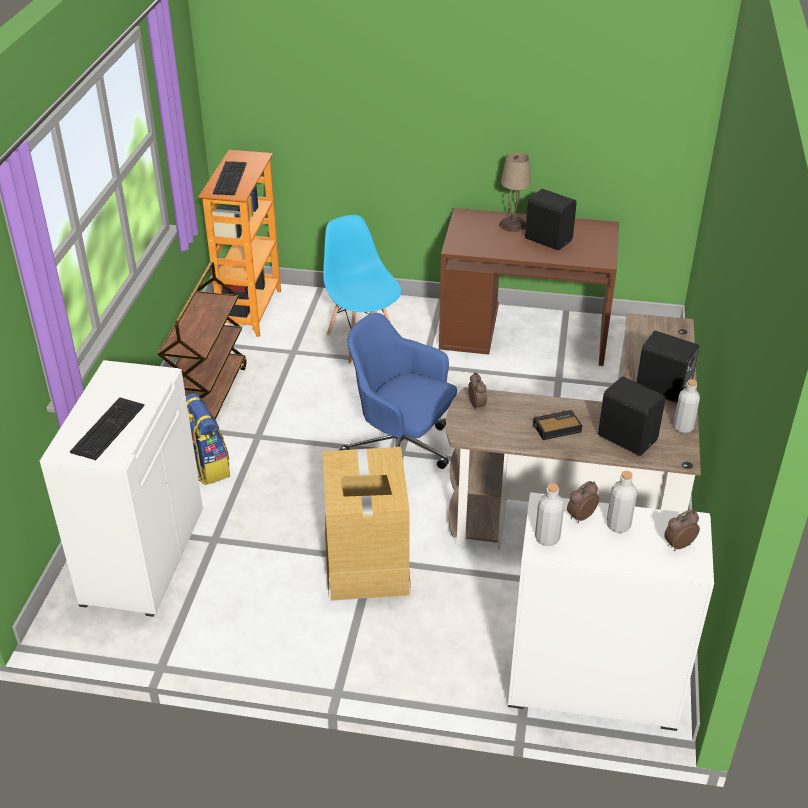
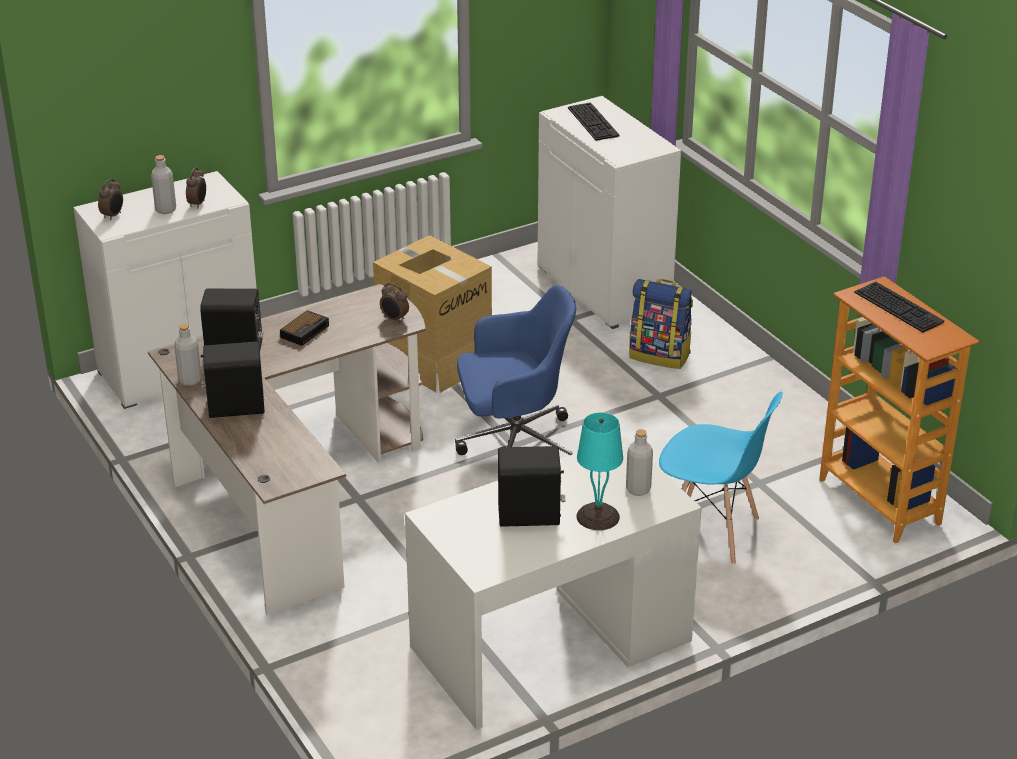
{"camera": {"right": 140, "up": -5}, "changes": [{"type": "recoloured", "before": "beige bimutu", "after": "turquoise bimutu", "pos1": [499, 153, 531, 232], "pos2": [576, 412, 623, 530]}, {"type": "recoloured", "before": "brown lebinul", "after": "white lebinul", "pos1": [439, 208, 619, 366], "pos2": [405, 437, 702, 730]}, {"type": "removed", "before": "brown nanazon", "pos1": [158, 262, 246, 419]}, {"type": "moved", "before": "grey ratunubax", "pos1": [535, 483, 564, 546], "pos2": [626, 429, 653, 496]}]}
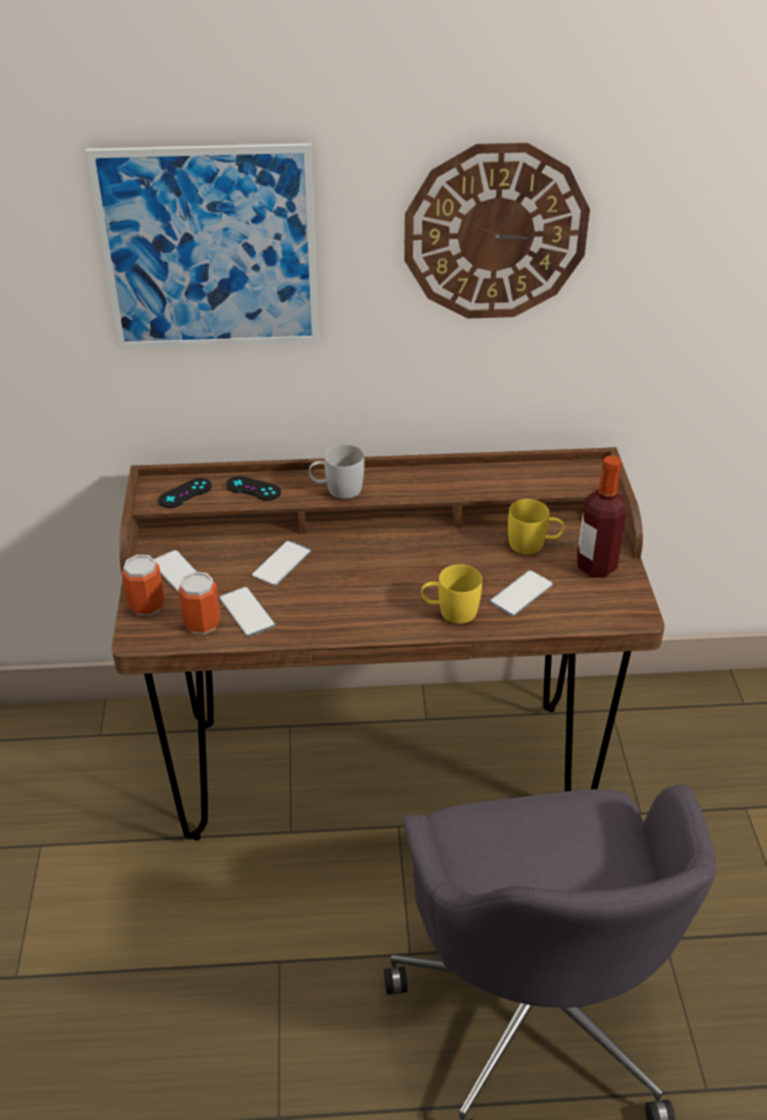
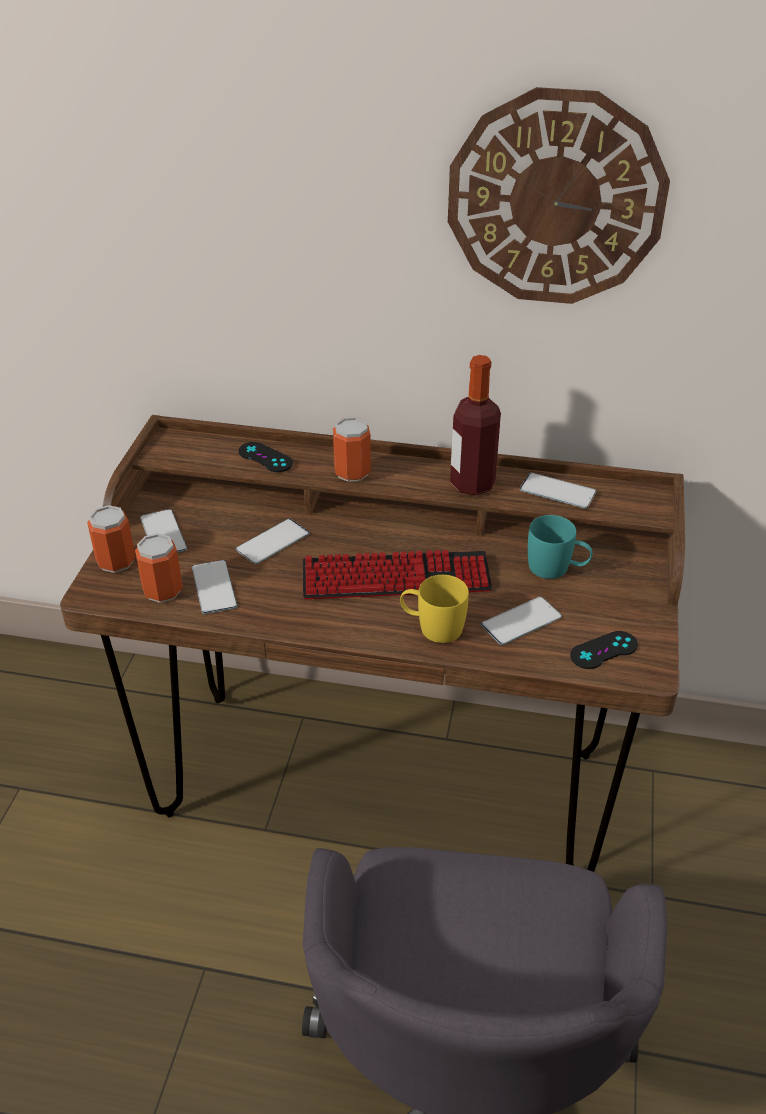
{"camera": {"right": 15, "up": 0}, "changes": [{"type": "removed", "before": "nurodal", "pos1": [86, 143, 319, 349]}, {"type": "replaced", "before": "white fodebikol", "after": "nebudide", "pos1": [309, 444, 364, 499], "pos2": [333, 417, 371, 482]}, {"type": "moved", "before": "ratunubax", "pos1": [577, 455, 627, 577], "pos2": [450, 355, 501, 495]}, {"type": "moved", "before": "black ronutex", "pos1": [158, 478, 212, 508], "pos2": [570, 631, 638, 669]}, {"type": "recoloured", "before": "yellow fodebikol", "after": "turquoise fodebikol", "pos1": [508, 499, 564, 554], "pos2": [528, 515, 592, 579]}, {"type": "added", "after": "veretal", "pos2": [520, 473, 596, 508]}, {"type": "added", "after": "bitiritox", "pos2": [303, 550, 492, 599]}]}
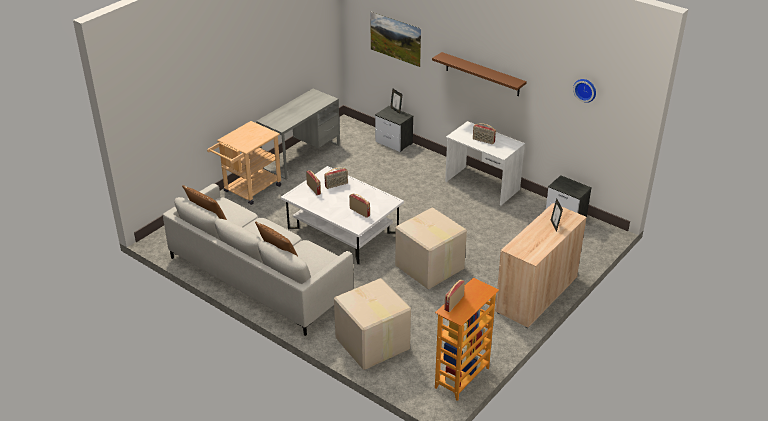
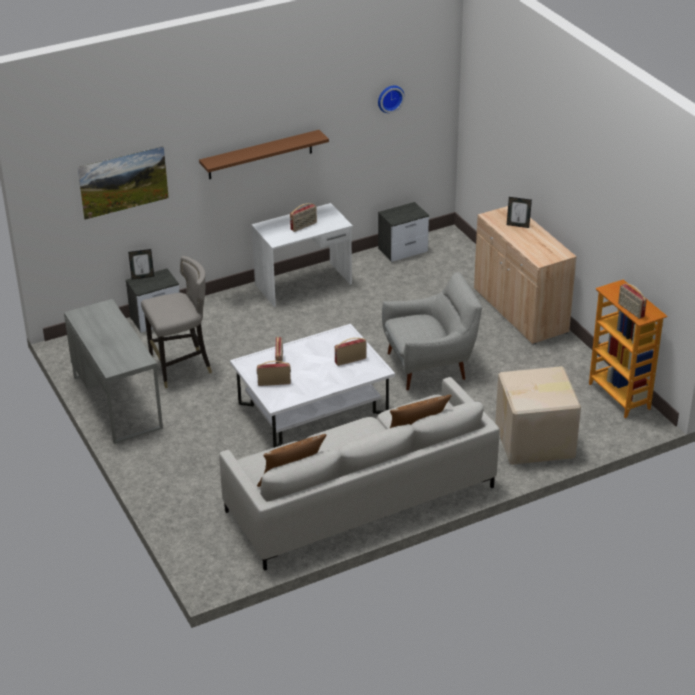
{"camera": {"right": -65, "up": 0}, "changes": [{"type": "removed", "before": "beige nanazon", "pos1": [207, 121, 281, 205]}, {"type": "replaced", "before": "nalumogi", "after": "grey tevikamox", "pos1": [395, 207, 467, 289], "pos2": [382, 272, 482, 390]}, {"type": "added", "after": "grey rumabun", "pos2": [141, 256, 212, 388]}]}
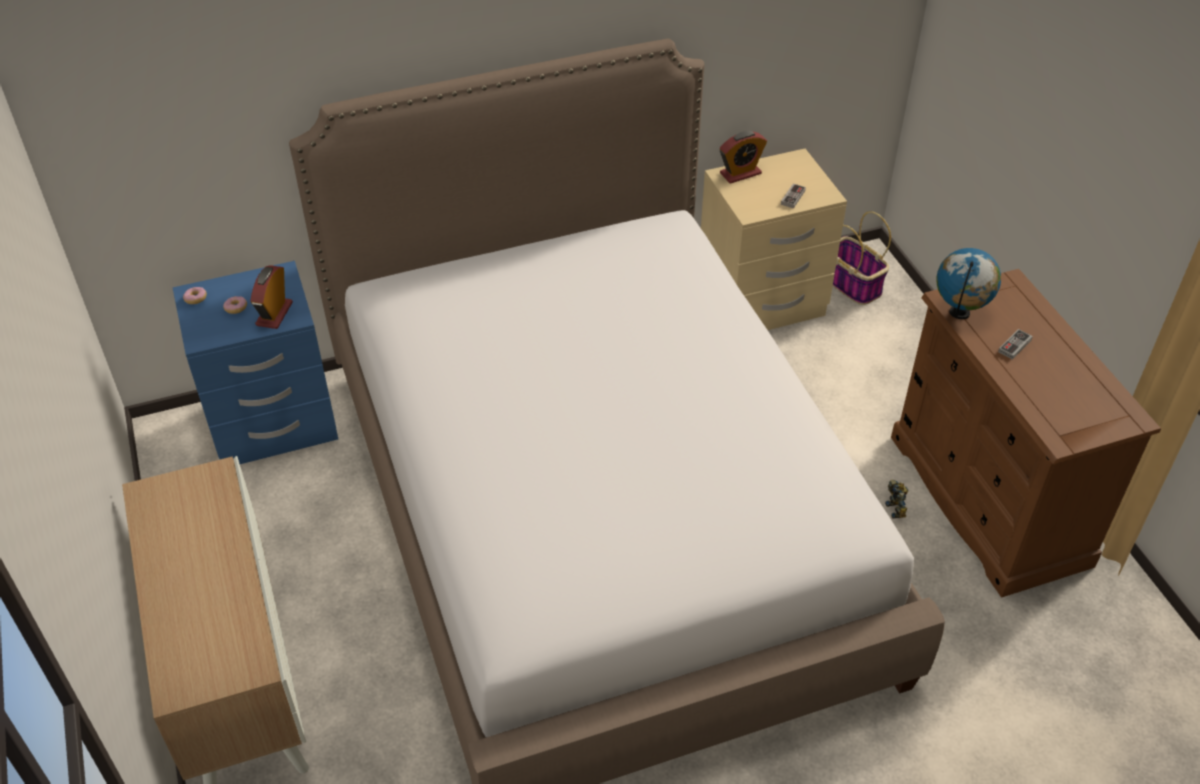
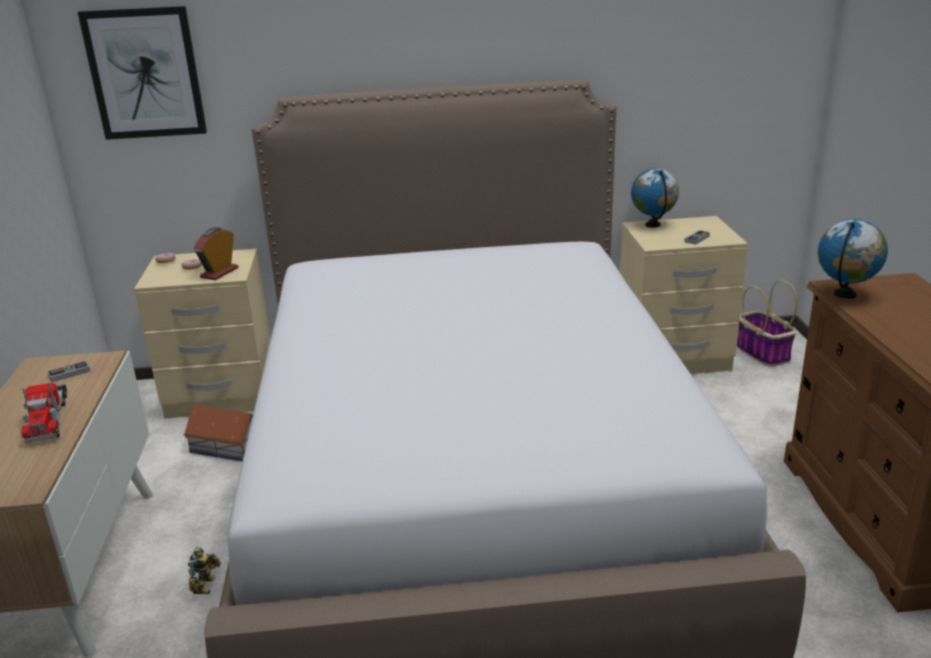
{"camera": {"right": 15, "up": -20}, "changes": [{"type": "replaced", "before": "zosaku", "after": "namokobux", "pos1": [720, 131, 767, 184], "pos2": [631, 169, 679, 228]}, {"type": "recoloured", "before": "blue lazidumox", "after": "beige lazidumox", "pos1": [173, 261, 338, 464], "pos2": [134, 249, 271, 419]}, {"type": "moved", "before": "ronutex", "pos1": [998, 329, 1033, 360], "pos2": [47, 361, 90, 383]}, {"type": "moved", "before": "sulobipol", "pos1": [885, 480, 908, 518], "pos2": [188, 547, 221, 594]}, {"type": "added", "after": "nurodal", "pos2": [78, 6, 207, 140]}, {"type": "added", "after": "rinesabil", "pos2": [21, 383, 68, 444]}, {"type": "added", "after": "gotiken", "pos2": [184, 405, 253, 462]}]}
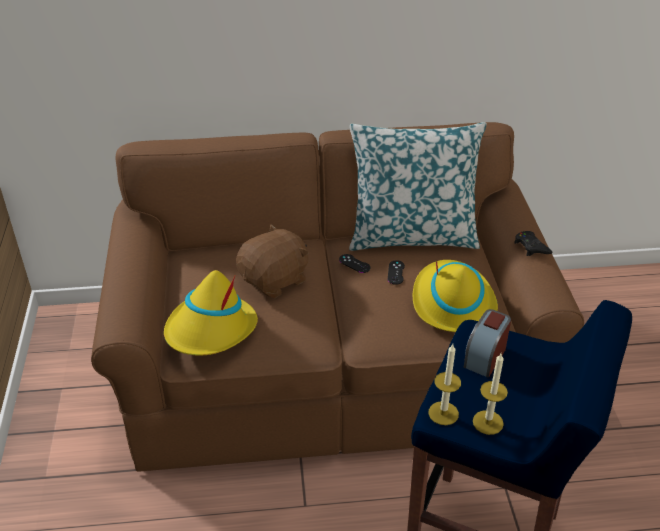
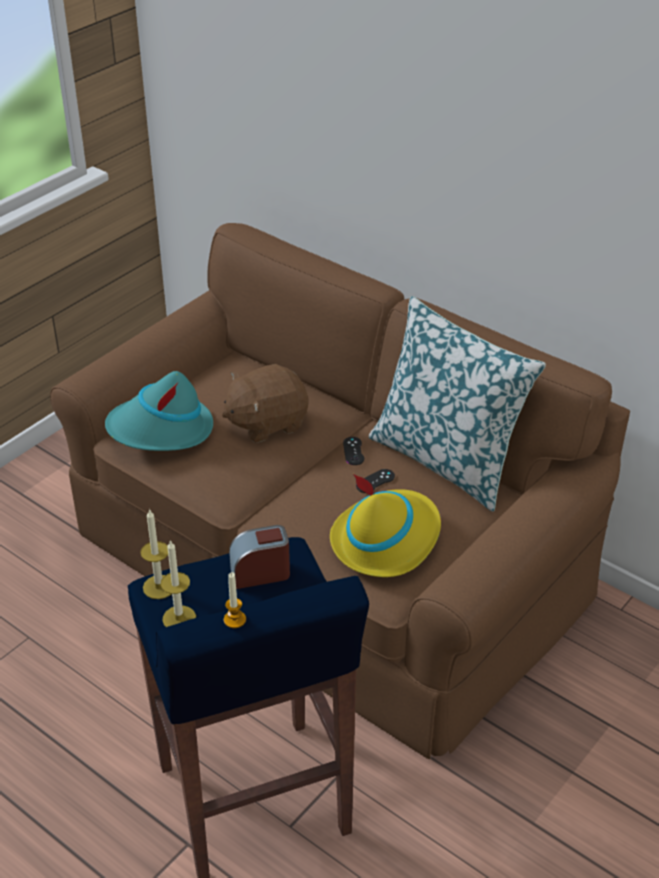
{"camera": {"right": 45, "up": 0}, "changes": [{"type": "turned", "before": "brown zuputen", "pos1": [236, 224, 309, 298], "pos2": [222, 364, 308, 443], "turn": 150}, {"type": "removed", "before": "black ronutex", "pos1": [514, 231, 553, 256]}, {"type": "recoloured", "before": "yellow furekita", "after": "turquoise furekita", "pos1": [164, 270, 258, 355], "pos2": [105, 371, 213, 451]}, {"type": "added", "after": "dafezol", "pos2": [224, 572, 246, 628]}]}
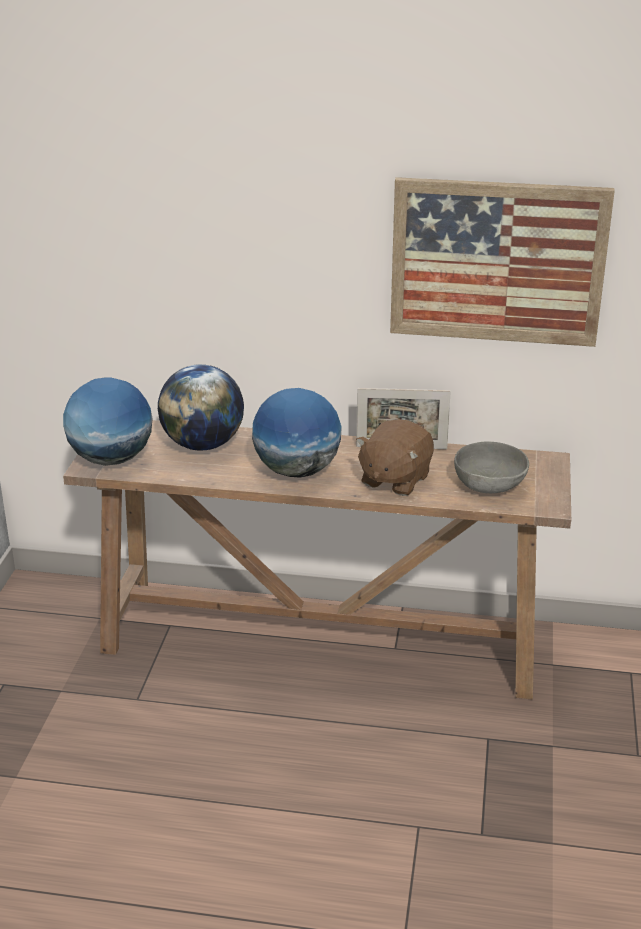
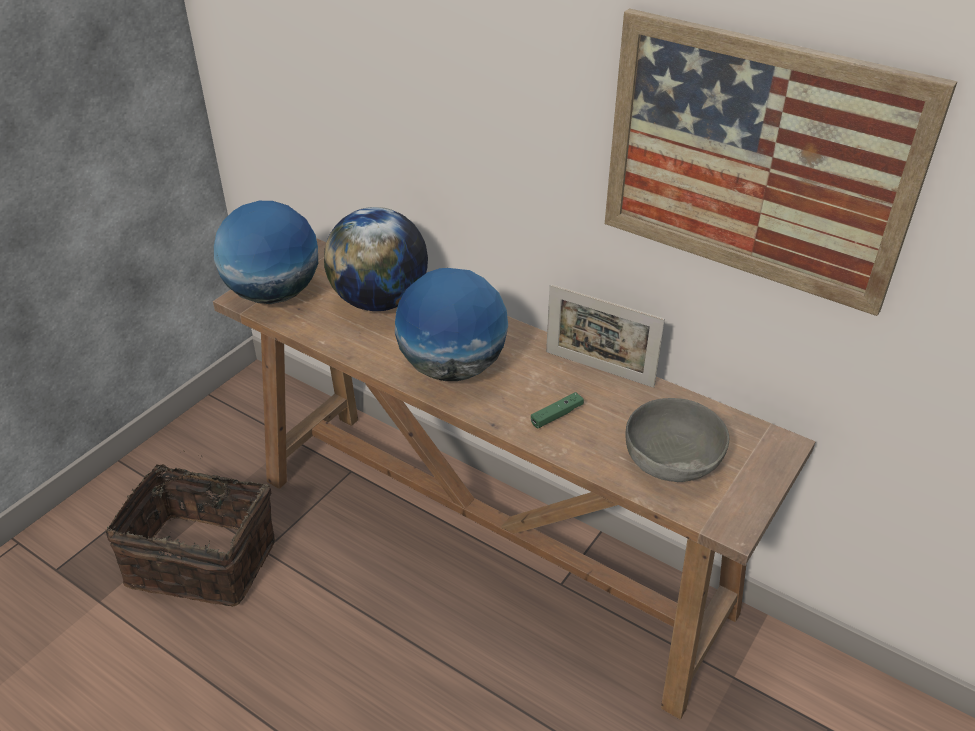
{"camera": {"right": 25, "up": 10}, "changes": [{"type": "replaced", "before": "brown zuputen", "after": "green ronutex", "pos1": [356, 420, 434, 496], "pos2": [531, 392, 584, 428]}, {"type": "added", "after": "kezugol", "pos2": [106, 450, 275, 607]}]}
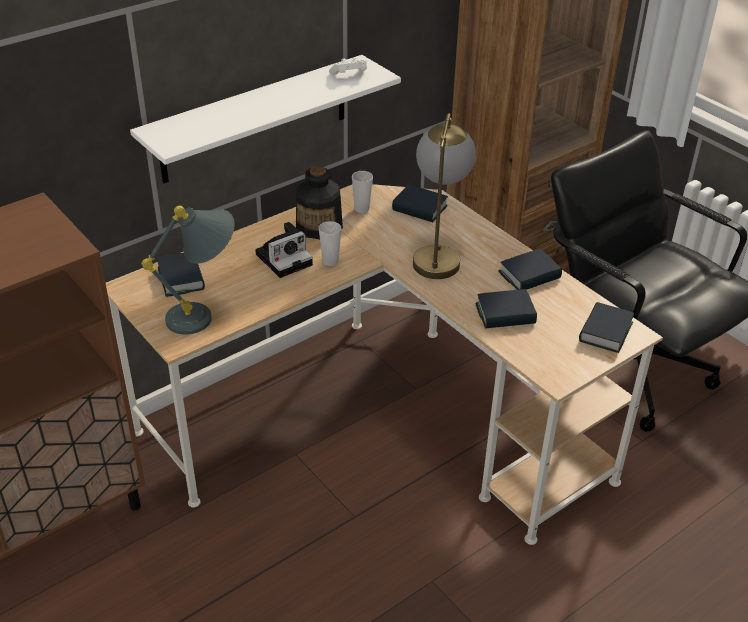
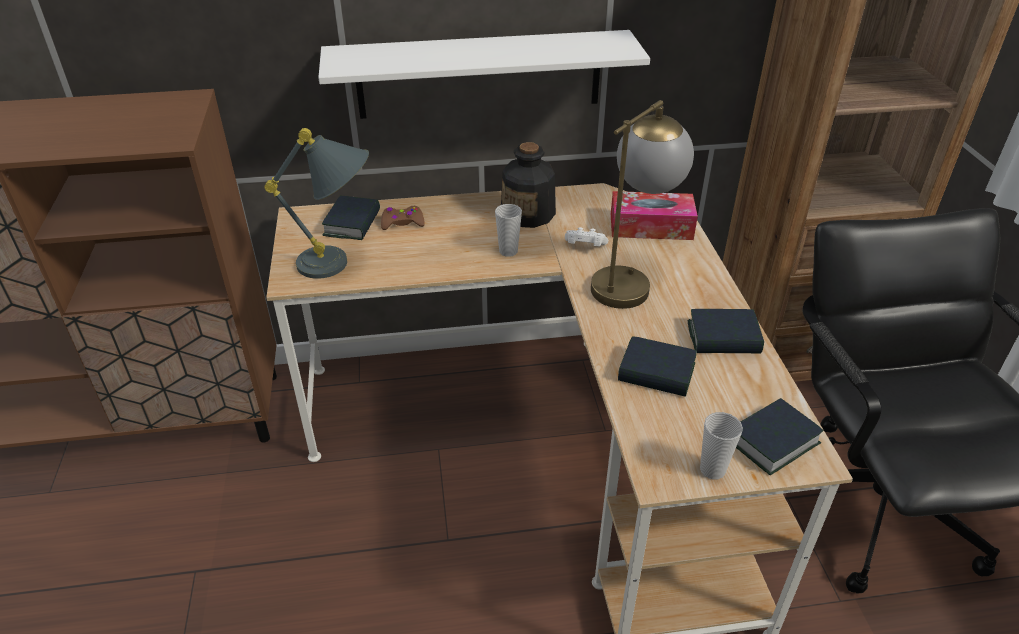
{"camera": {"right": 30, "up": 0}, "changes": [{"type": "moved", "before": "white ronutex", "pos1": [329, 57, 367, 75], "pos2": [565, 227, 609, 246]}, {"type": "moved", "before": "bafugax", "pos1": [352, 171, 373, 213], "pos2": [700, 412, 743, 480]}, {"type": "replaced", "before": "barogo", "after": "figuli", "pos1": [392, 185, 448, 222], "pos2": [611, 191, 698, 240]}, {"type": "removed", "before": "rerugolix", "pos1": [255, 222, 313, 278]}, {"type": "added", "after": "brown ronutex", "pos2": [381, 206, 425, 230]}]}
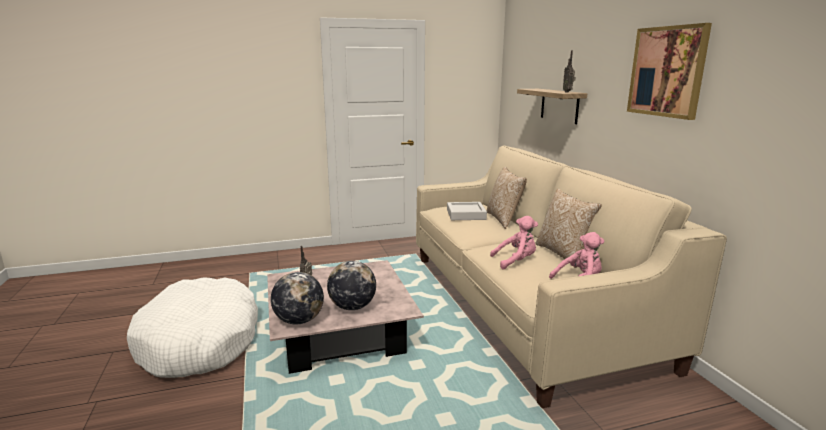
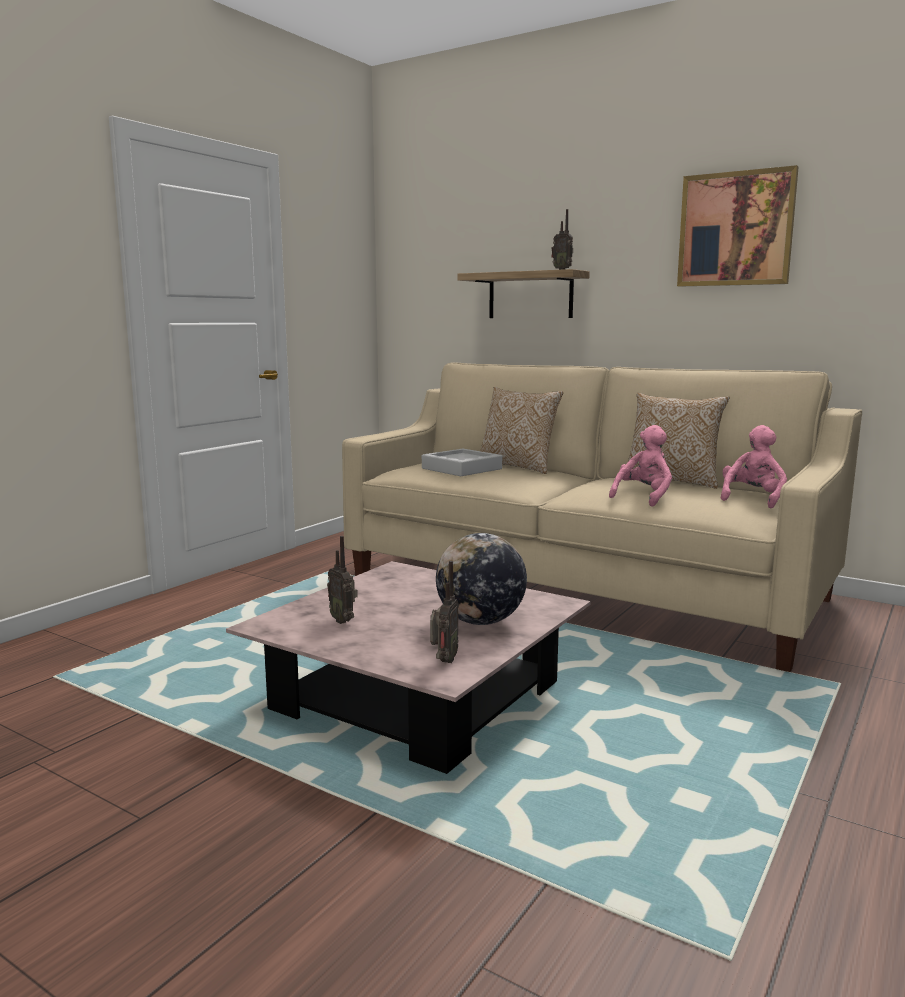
{"camera": {"right": -40, "up": -5}, "changes": [{"type": "replaced", "before": "namokobux", "after": "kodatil", "pos1": [271, 272, 324, 325], "pos2": [430, 561, 459, 663]}, {"type": "removed", "before": "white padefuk", "pos1": [127, 277, 258, 378]}]}
